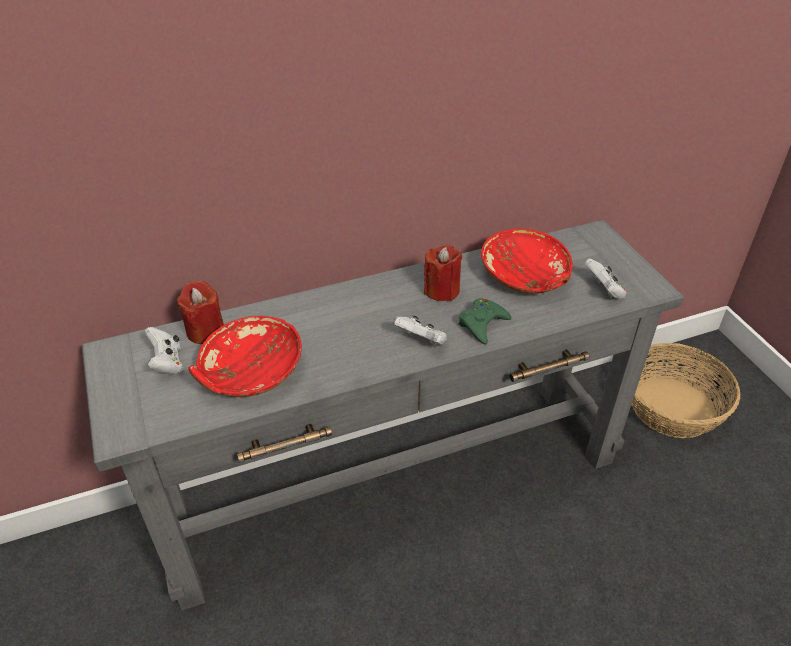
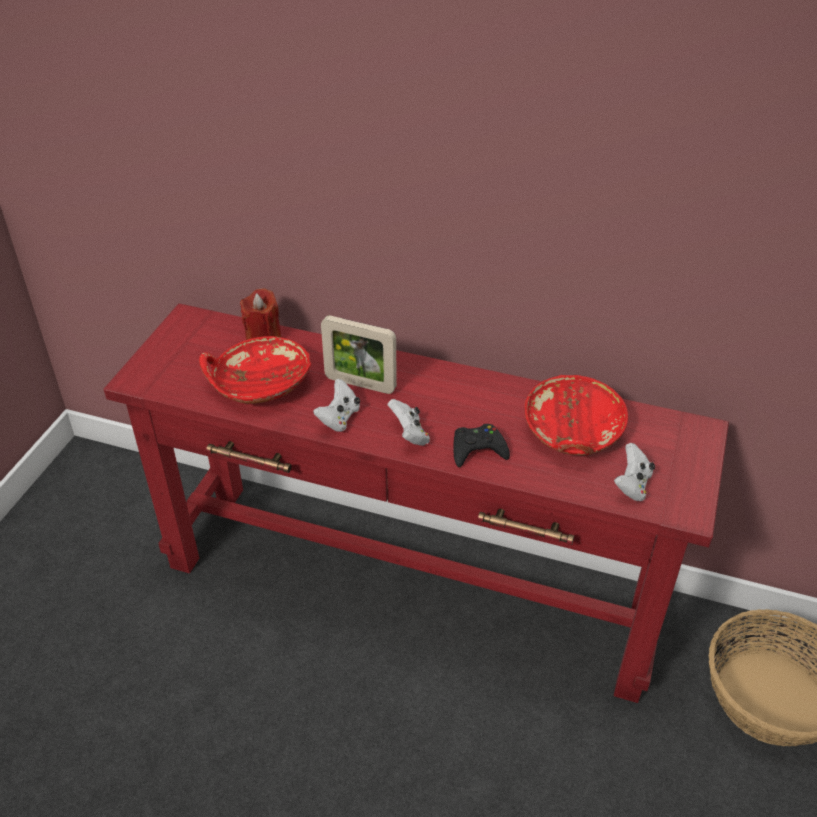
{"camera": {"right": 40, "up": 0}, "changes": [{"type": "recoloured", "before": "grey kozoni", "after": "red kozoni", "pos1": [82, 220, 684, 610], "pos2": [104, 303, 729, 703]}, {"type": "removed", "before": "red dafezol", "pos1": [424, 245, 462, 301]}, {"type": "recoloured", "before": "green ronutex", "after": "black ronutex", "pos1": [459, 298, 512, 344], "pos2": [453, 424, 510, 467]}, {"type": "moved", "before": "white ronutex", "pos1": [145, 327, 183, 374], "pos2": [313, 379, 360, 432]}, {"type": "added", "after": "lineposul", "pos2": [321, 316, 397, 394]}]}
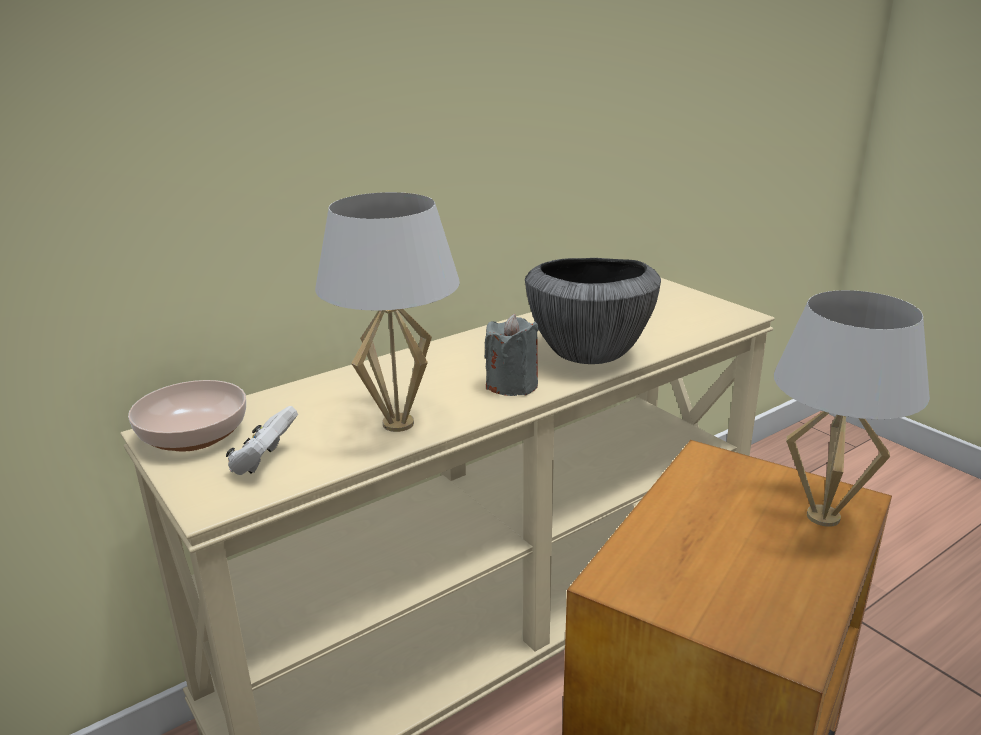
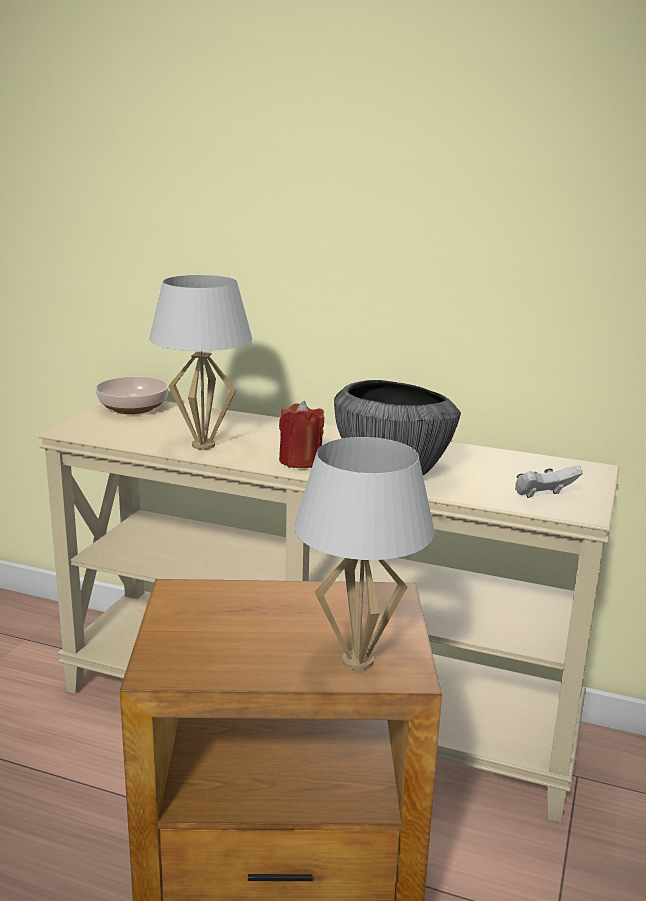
{"camera": {"right": 55, "up": -5}, "changes": [{"type": "recoloured", "before": "grey dafezol", "after": "red dafezol", "pos1": [485, 314, 539, 396], "pos2": [279, 401, 325, 468]}, {"type": "moved", "before": "white ronutex", "pos1": [226, 406, 298, 475], "pos2": [515, 465, 582, 498]}]}
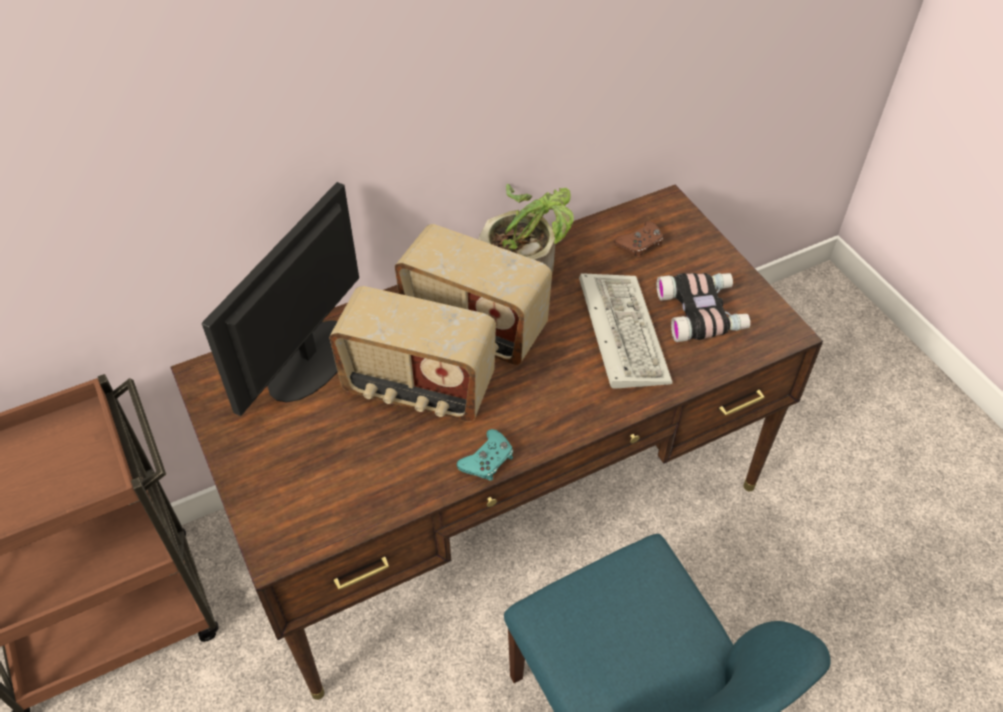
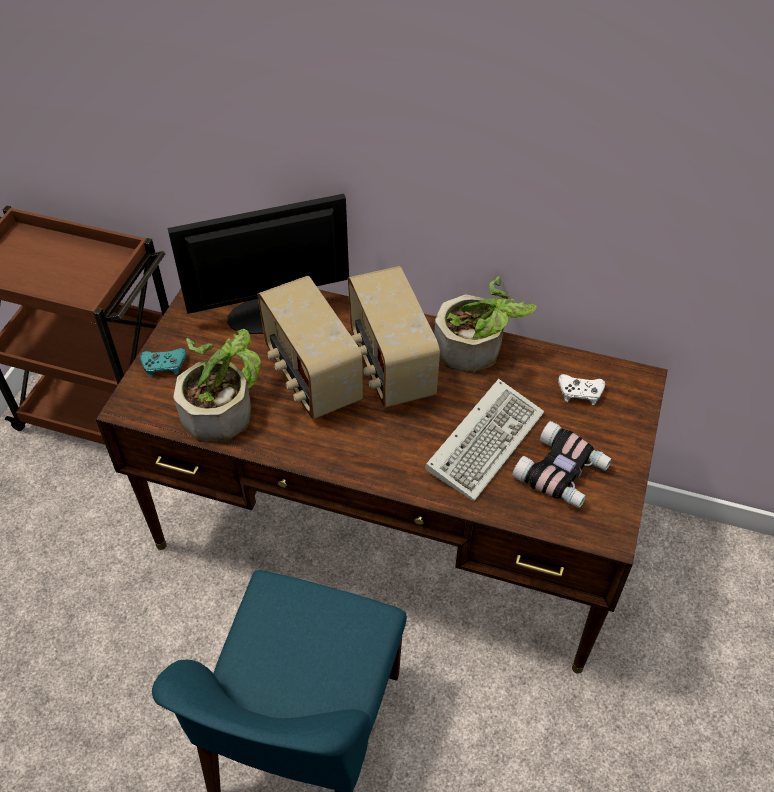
{"camera": {"right": 45, "up": 0}, "changes": [{"type": "recoloured", "before": "brown ronutex", "after": "white ronutex", "pos1": [614, 221, 663, 258], "pos2": [558, 374, 605, 405]}, {"type": "moved", "before": "turquoise ronutex", "pos1": [456, 429, 513, 481], "pos2": [140, 348, 187, 377]}, {"type": "added", "after": "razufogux", "pos2": [173, 329, 261, 443]}]}
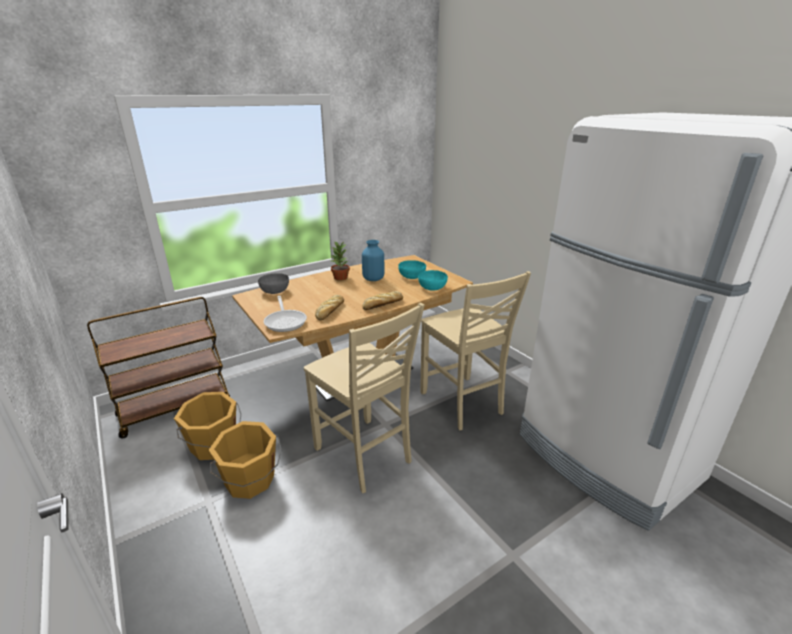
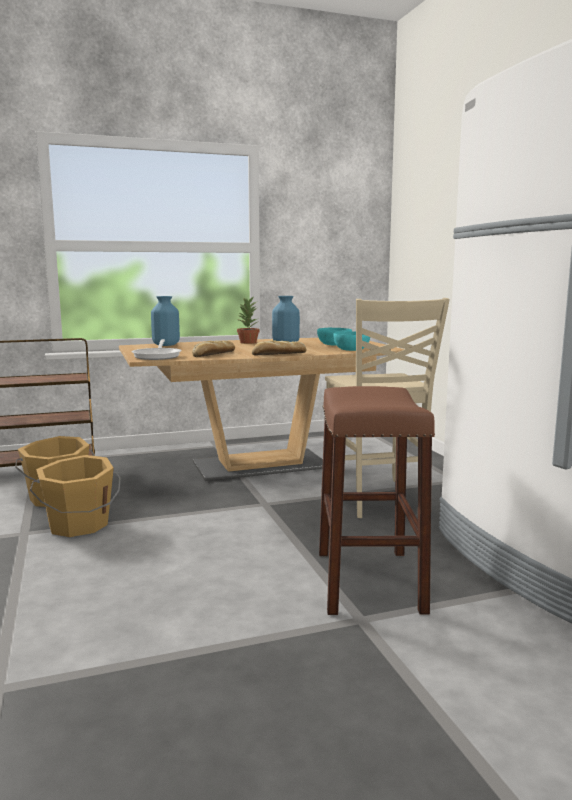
{"camera": {"right": 15, "up": -15}, "changes": [{"type": "replaced", "before": "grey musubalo", "after": "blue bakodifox", "pos1": [258, 273, 289, 294], "pos2": [151, 296, 180, 346]}, {"type": "removed", "before": "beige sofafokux", "pos1": [304, 303, 425, 493]}, {"type": "added", "after": "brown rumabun", "pos2": [319, 386, 435, 615]}]}
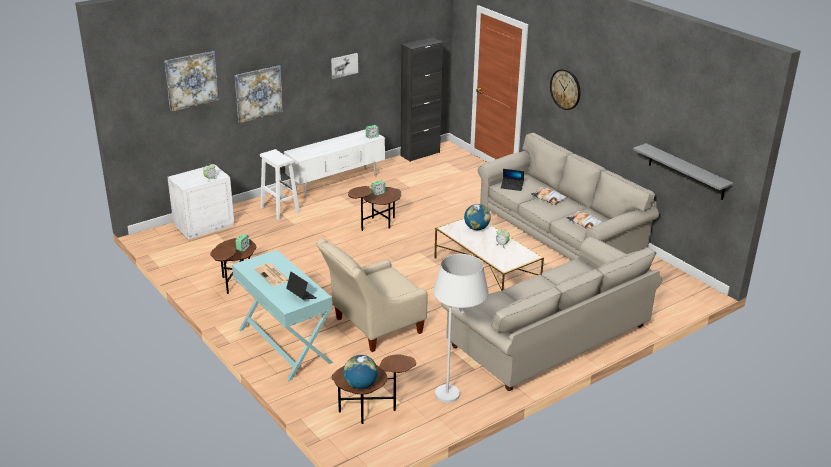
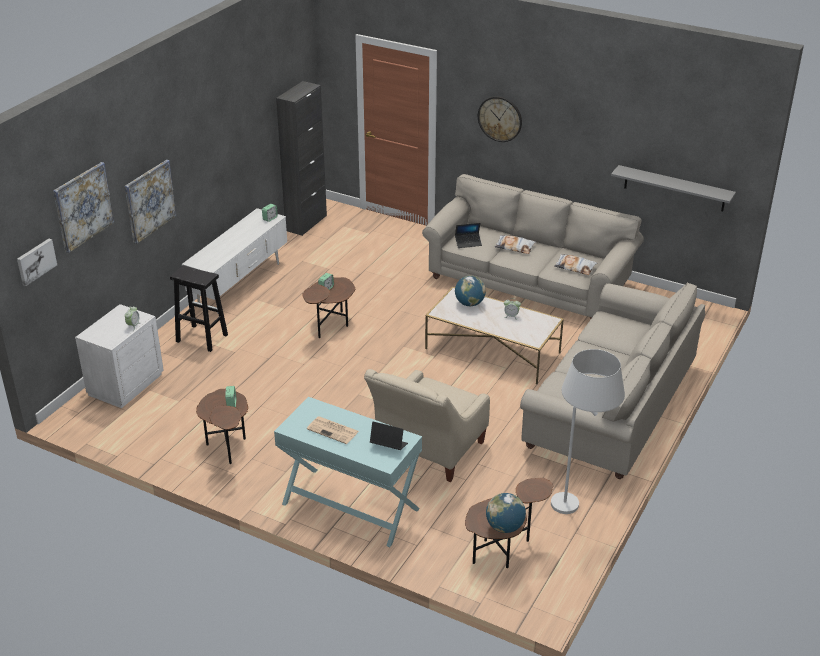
{"camera": {"right": -25, "up": 5}, "changes": [{"type": "moved", "before": "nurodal", "pos1": [331, 53, 358, 79], "pos2": [17, 239, 57, 286]}, {"type": "recoloured", "before": "white rumabun", "after": "black rumabun", "pos1": [260, 149, 300, 220], "pos2": [170, 265, 228, 352]}]}
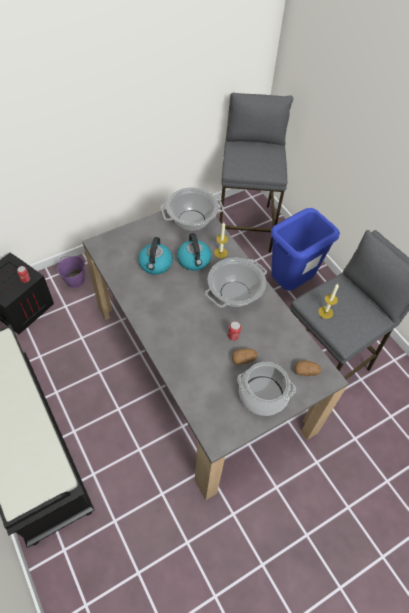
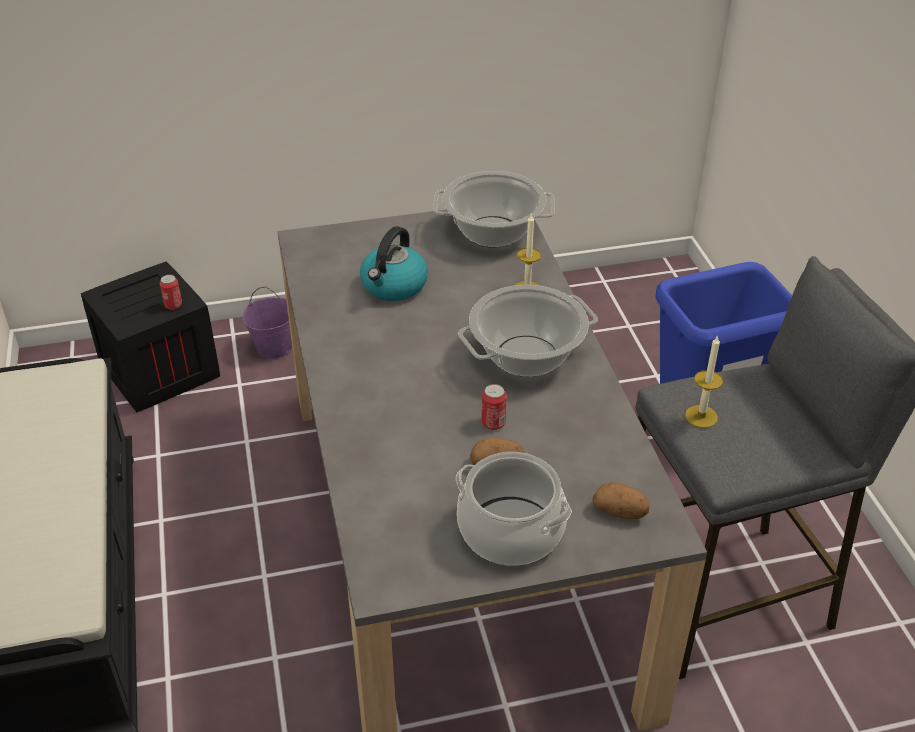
{"camera": {"right": 20, "up": -15}, "changes": [{"type": "removed", "before": "grey rumabun", "pos1": [220, 92, 293, 252]}, {"type": "removed", "before": "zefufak", "pos1": [177, 233, 211, 271]}]}
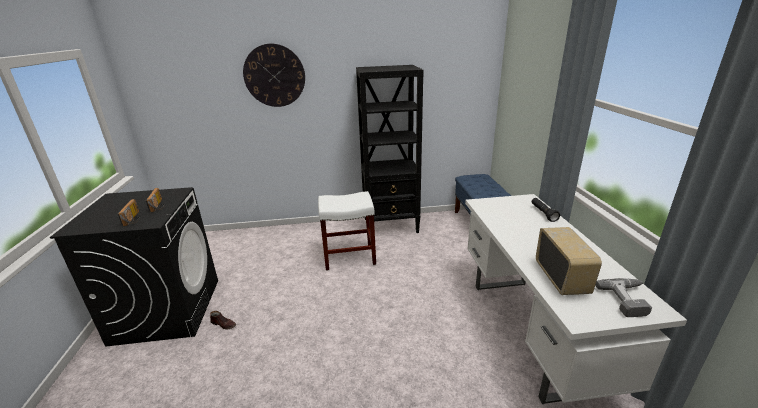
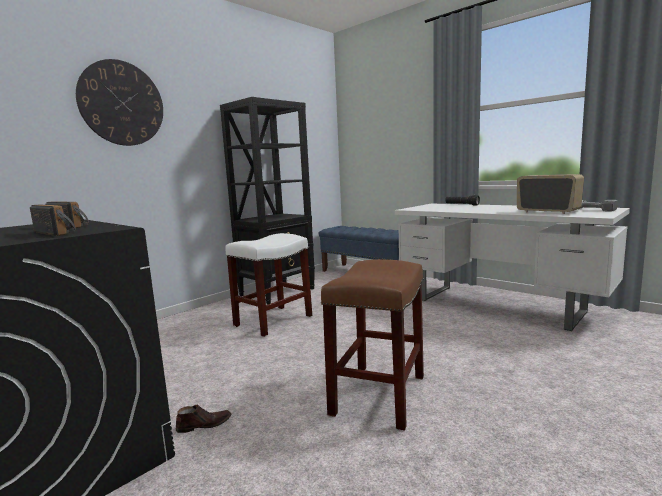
{"camera": {"right": -40, "up": -15}, "changes": [{"type": "added", "after": "brown rumabun", "pos2": [321, 259, 424, 430]}]}
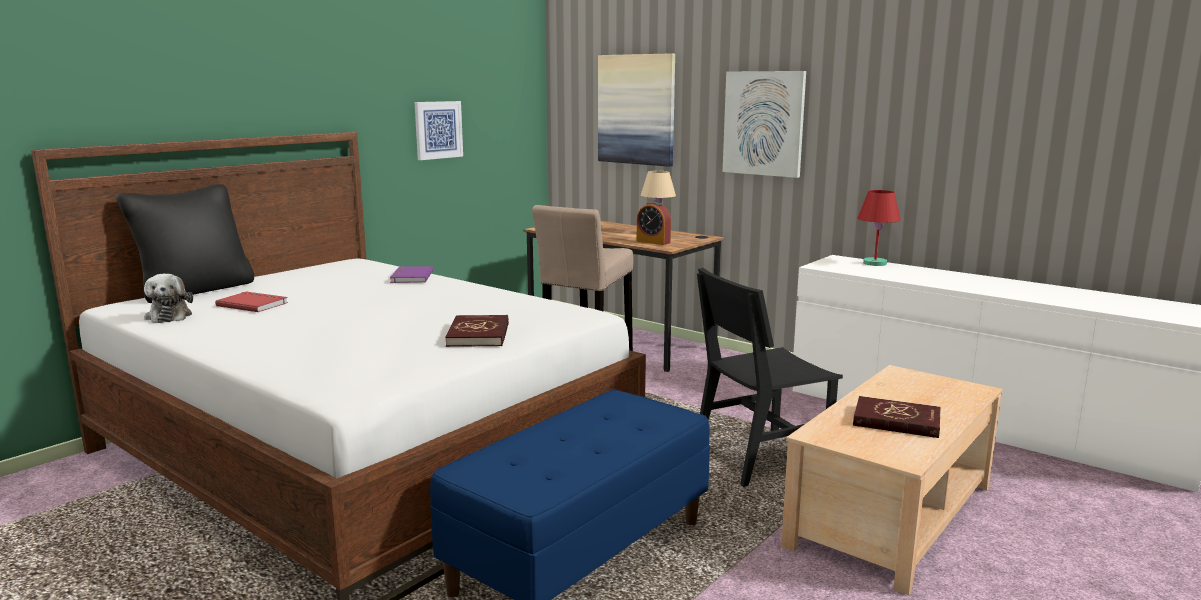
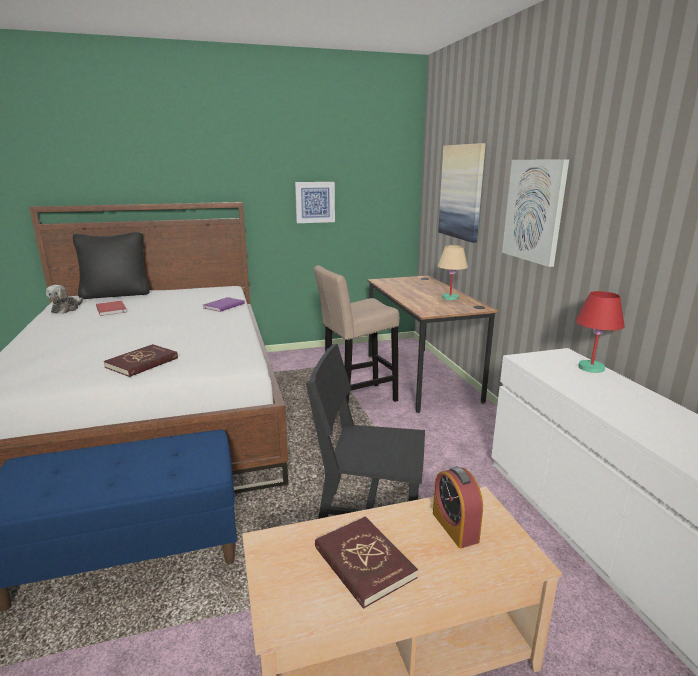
{"camera": {"right": 35, "up": 5}, "changes": [{"type": "moved", "before": "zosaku", "pos1": [637, 201, 671, 245], "pos2": [433, 466, 483, 548]}]}
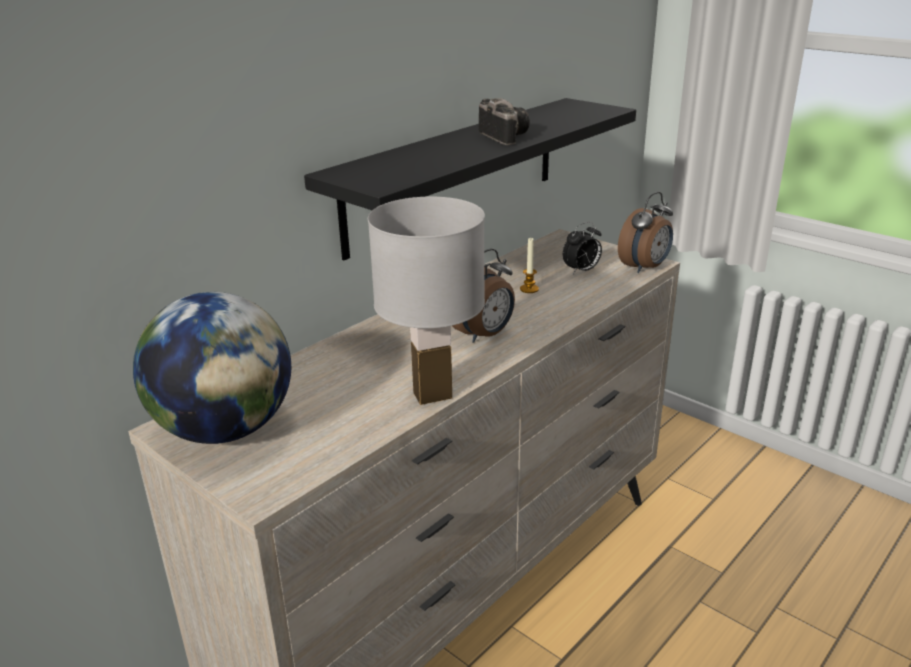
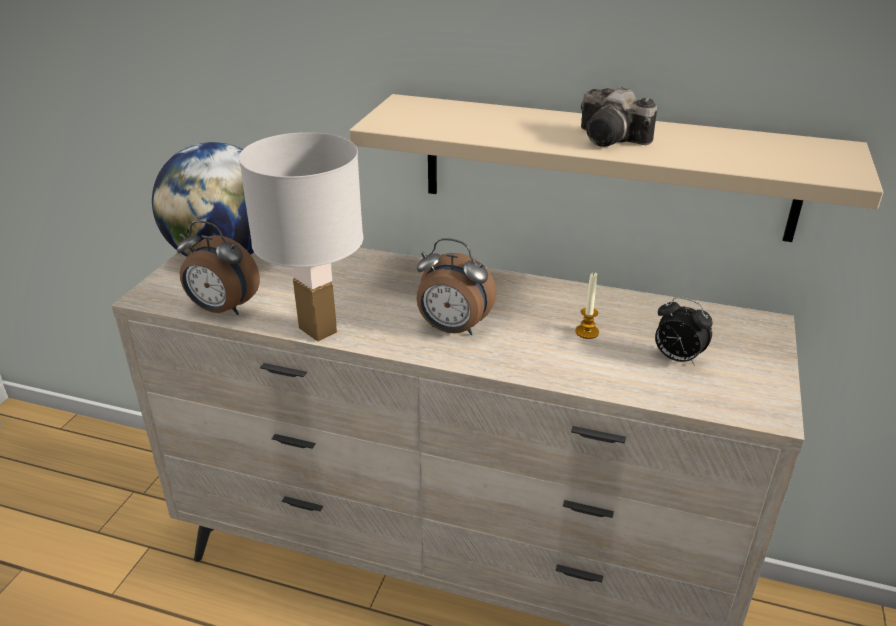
{"camera": {"right": 65, "up": 5}, "changes": [{"type": "recoloured", "before": "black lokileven", "after": "beige lokileven", "pos1": [304, 98, 636, 260], "pos2": [349, 94, 883, 242]}, {"type": "turned", "before": "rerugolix", "pos1": [478, 98, 530, 145], "pos2": [581, 87, 657, 147], "turn": 90}, {"type": "moved", "before": "zosaku", "pos1": [618, 192, 673, 273], "pos2": [177, 221, 260, 315]}]}
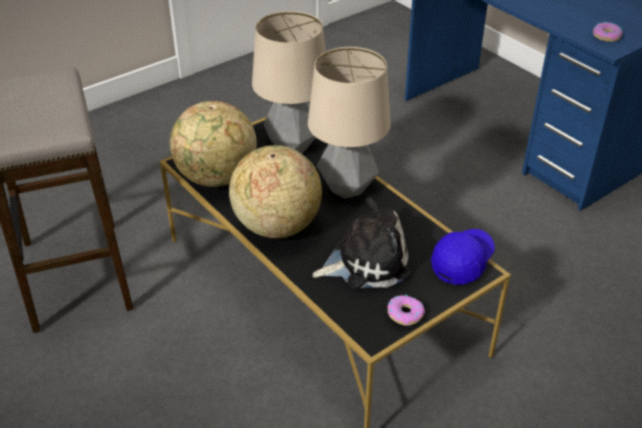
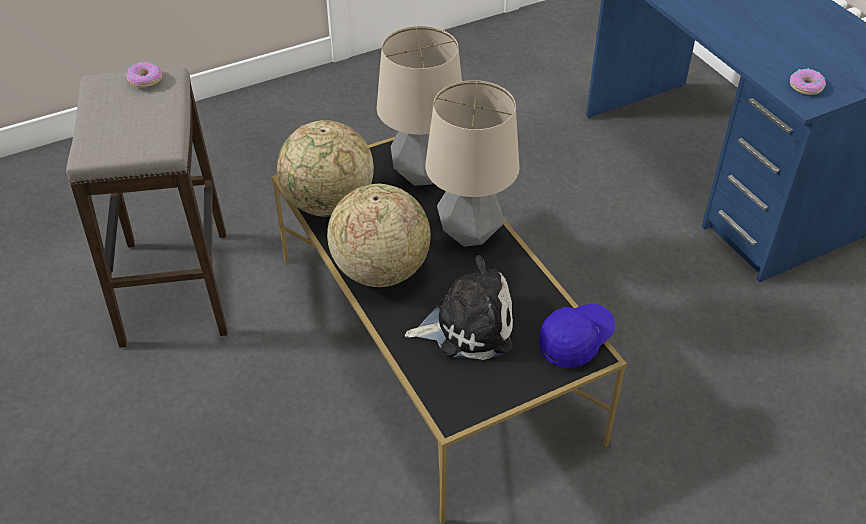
{"camera": {"right": 10, "up": 5}, "changes": [{"type": "moved", "before": "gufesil", "pos1": [388, 295, 425, 326], "pos2": [126, 62, 162, 88]}]}
